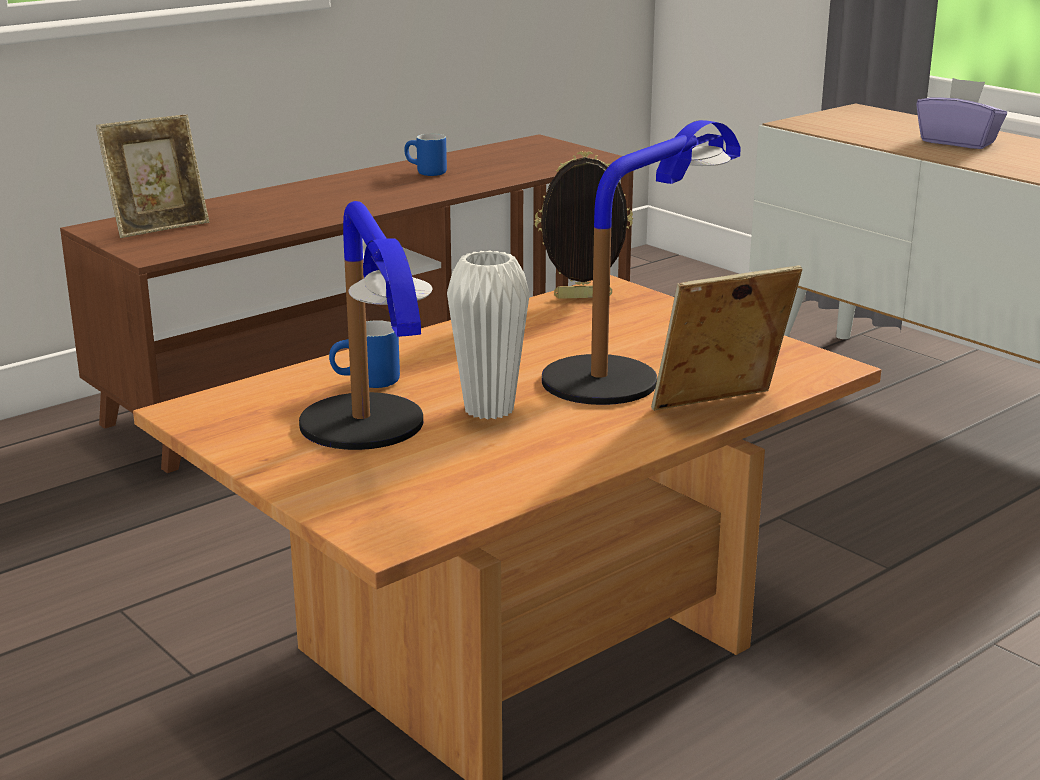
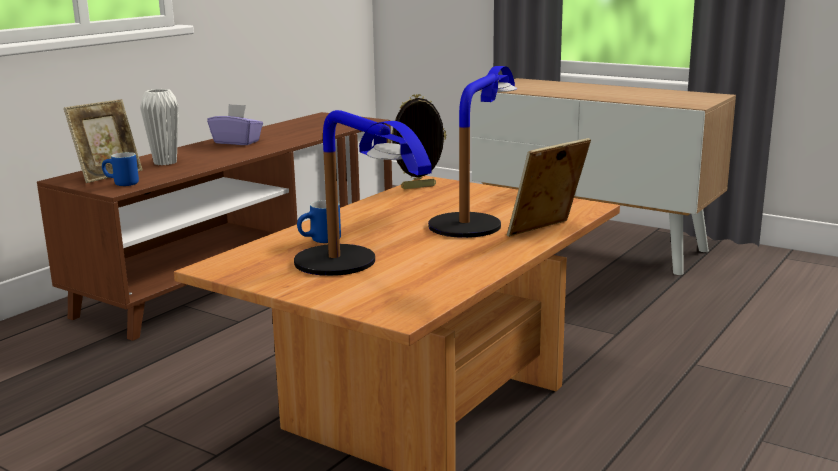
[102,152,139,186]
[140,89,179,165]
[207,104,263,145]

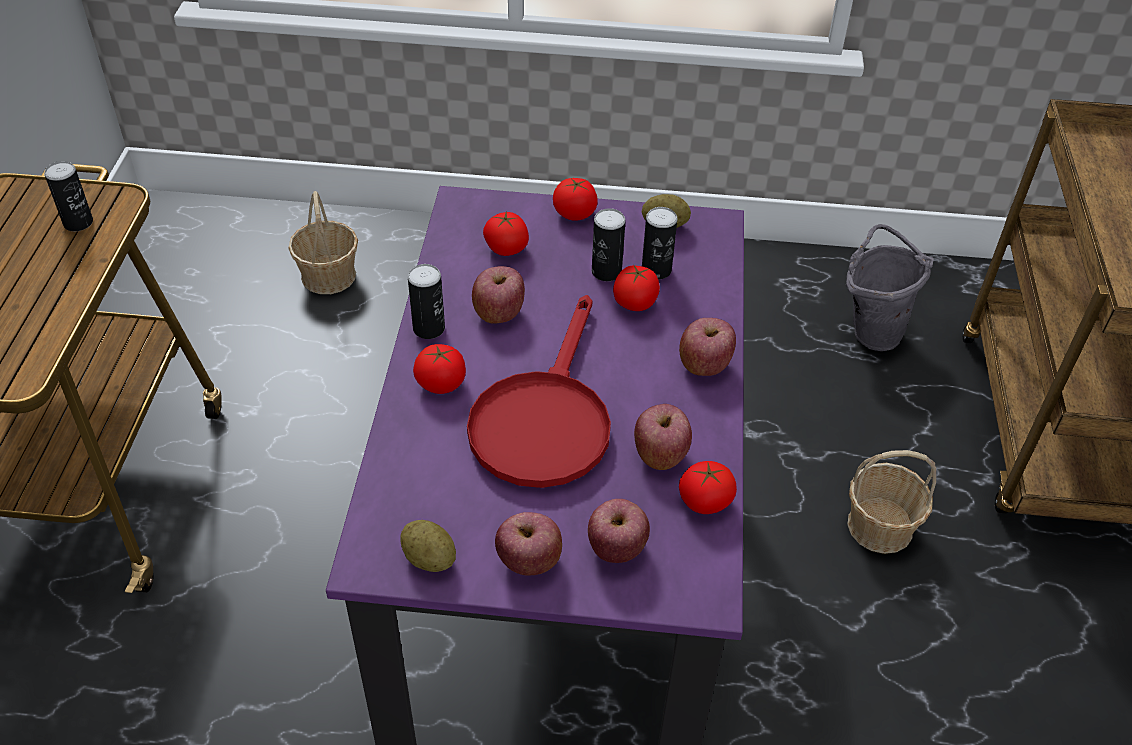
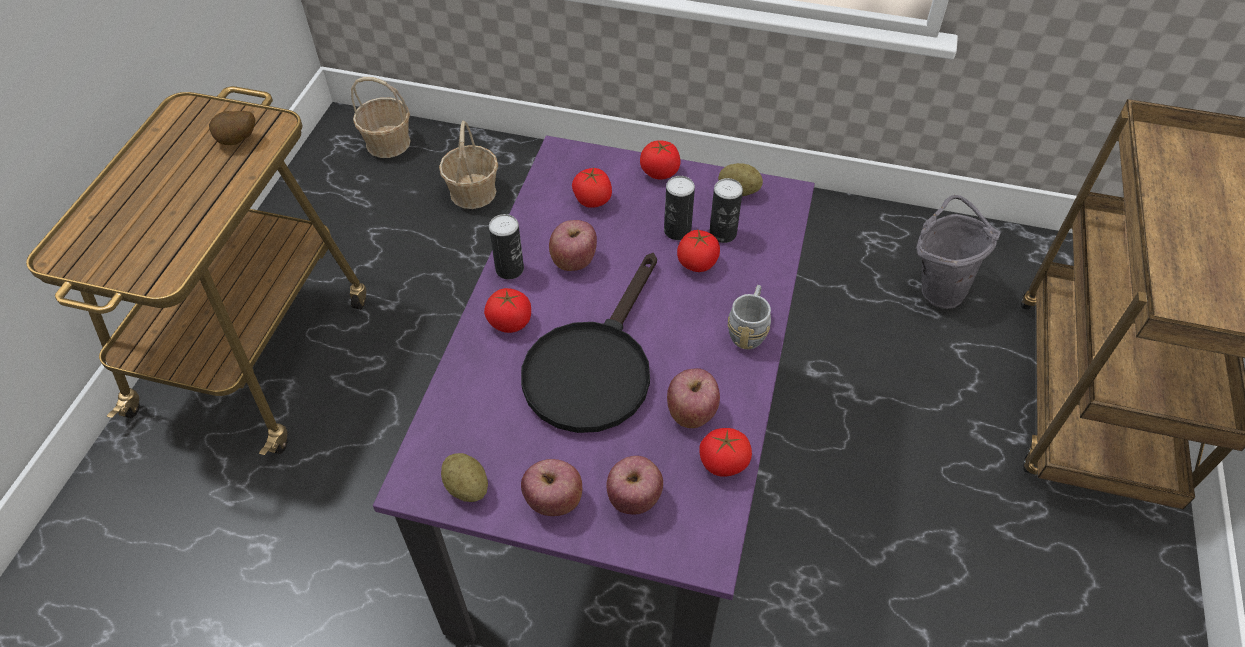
[209,111,255,145]
[521,253,657,433]
[728,285,771,349]
[351,77,411,158]

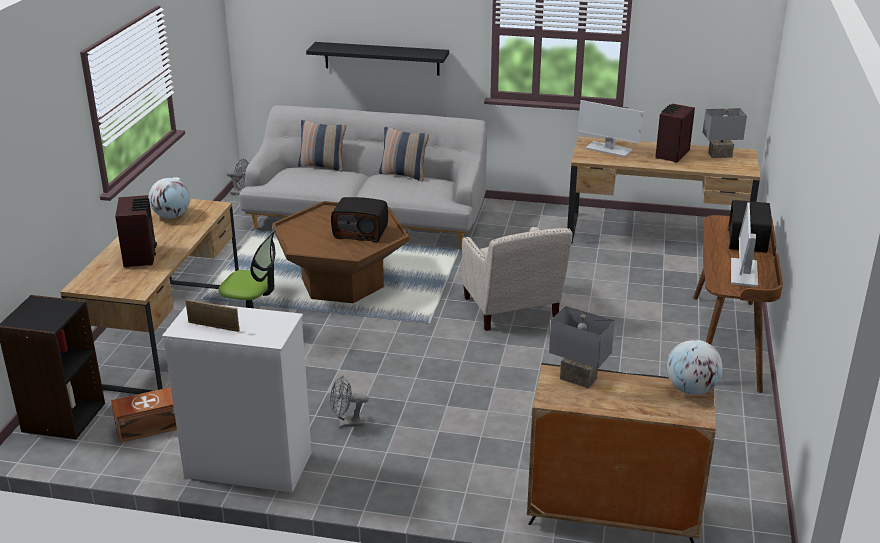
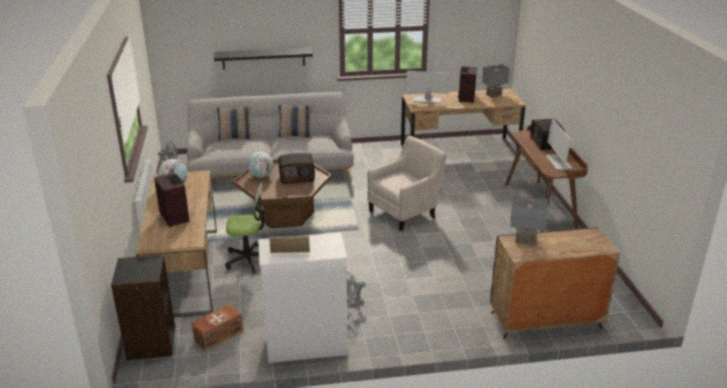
[367,136,446,231]
[247,151,274,178]

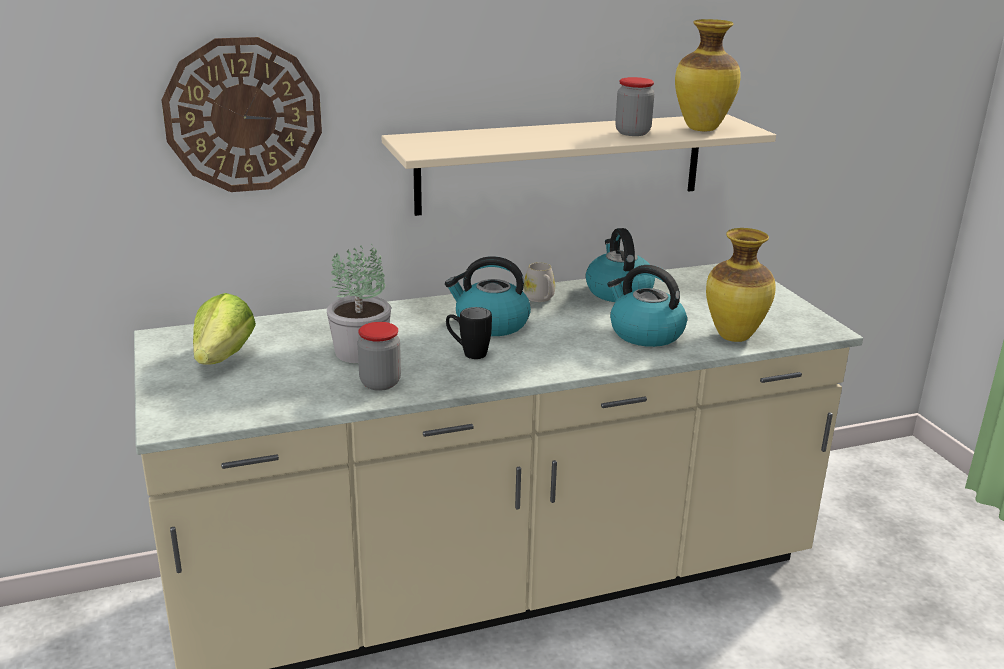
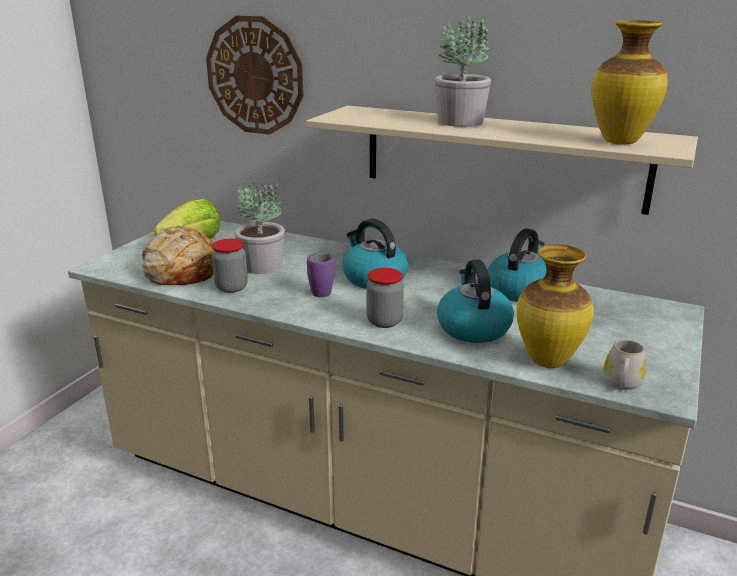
[307,253,335,297]
[603,340,646,390]
[366,268,404,328]
[142,226,214,285]
[435,17,491,127]

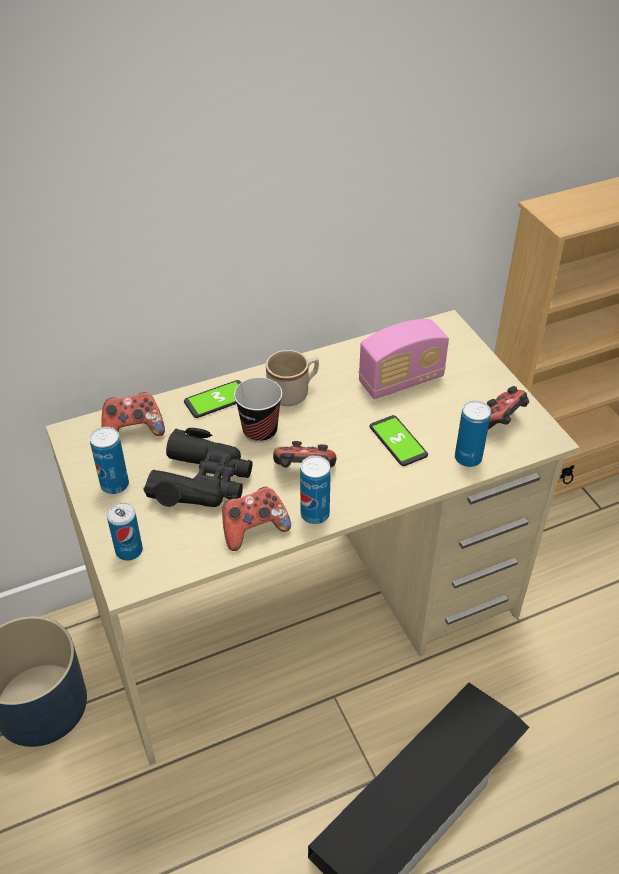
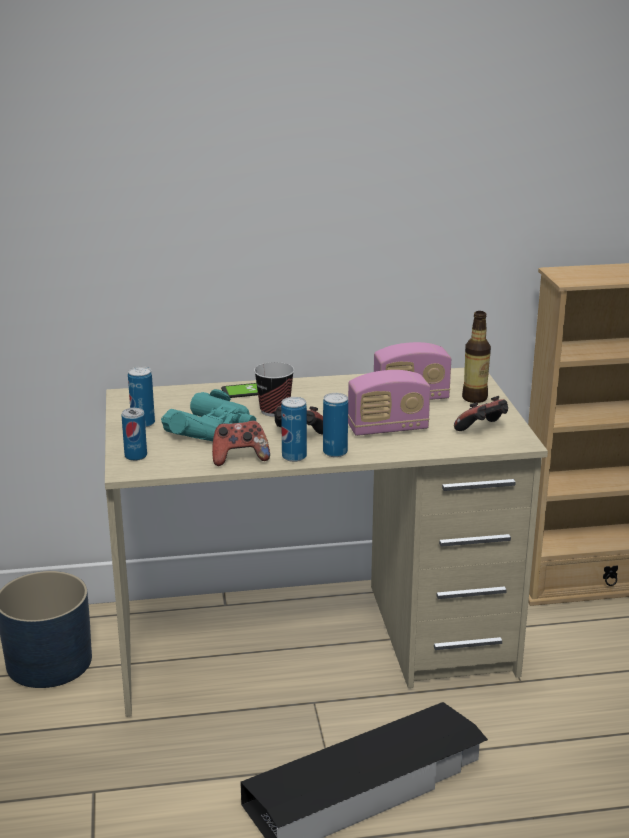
[101,392,165,436] (first image)
[161,389,256,441]
[266,350,319,406] (first image)
[348,370,430,436]
[323,393,348,457]
[462,311,491,403]

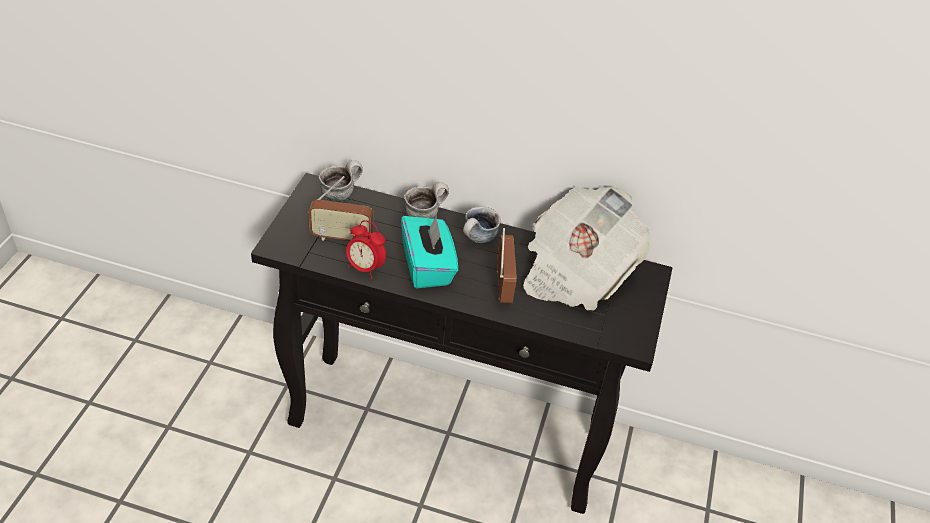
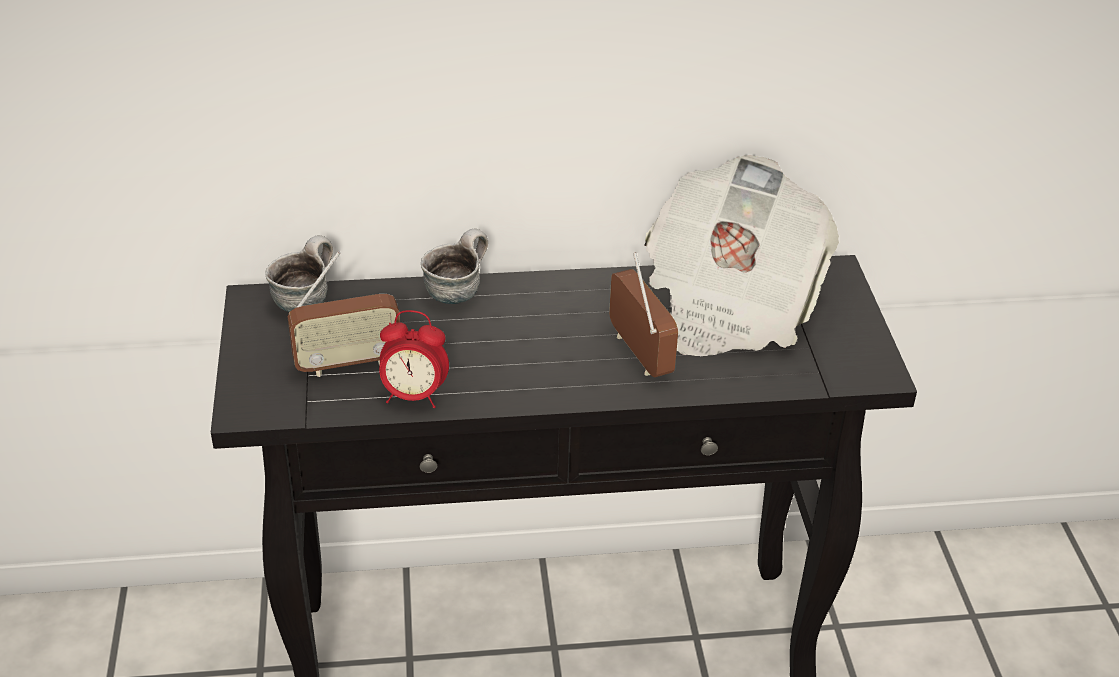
[401,214,458,289] (first image)
[463,207,501,243] (first image)

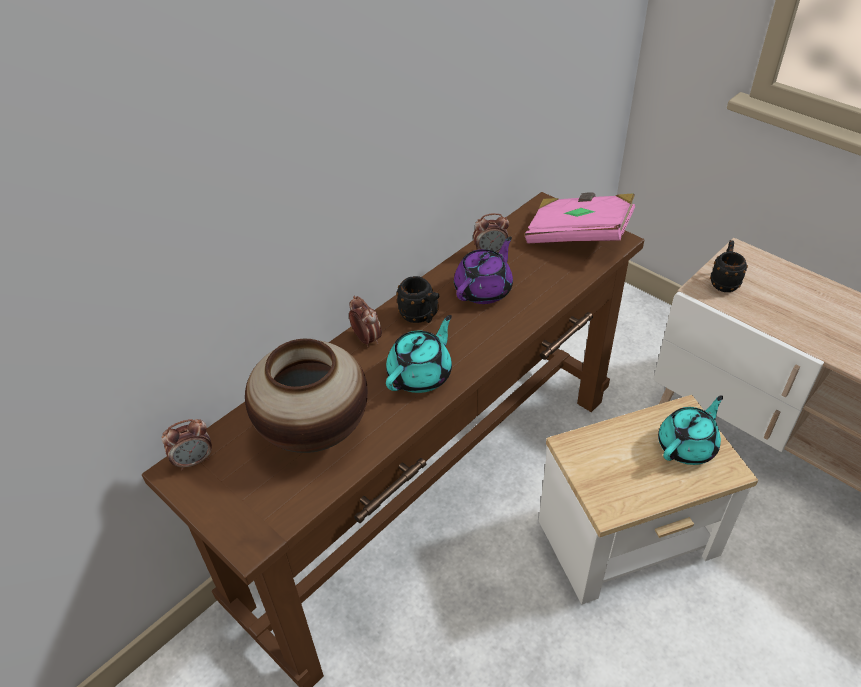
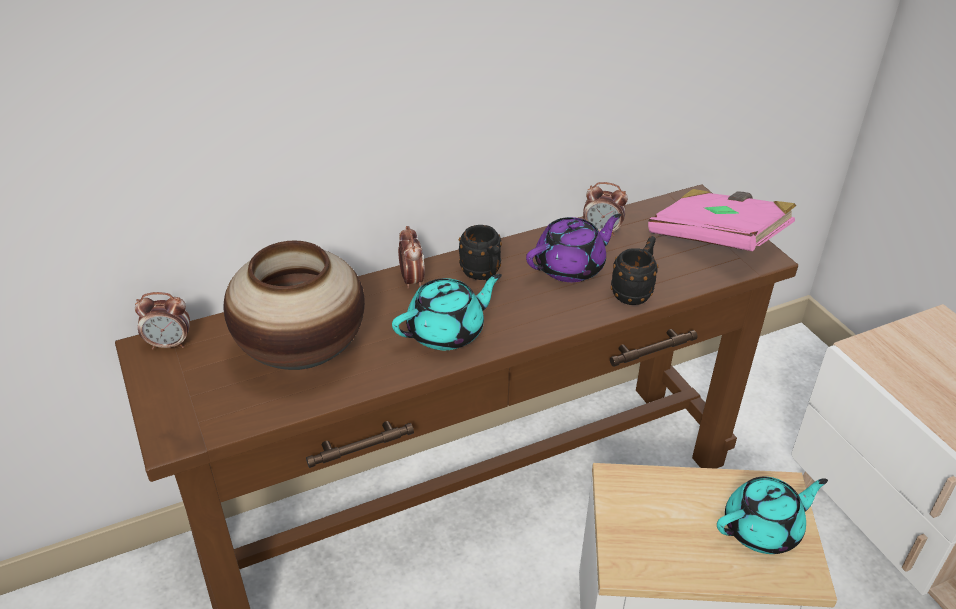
[611,236,658,305]

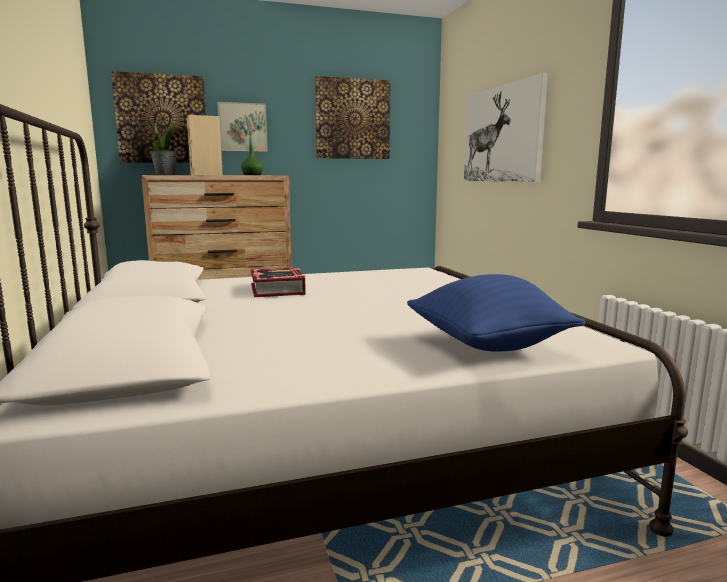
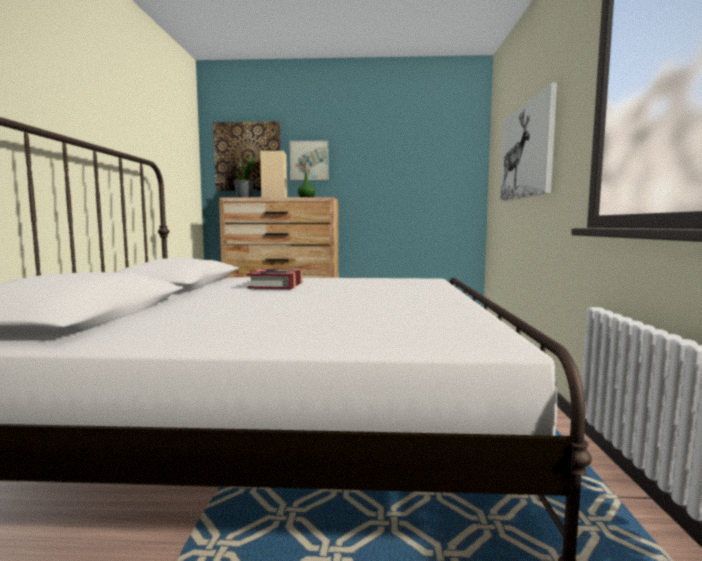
[315,76,390,159] (first image)
[407,274,586,352] (first image)

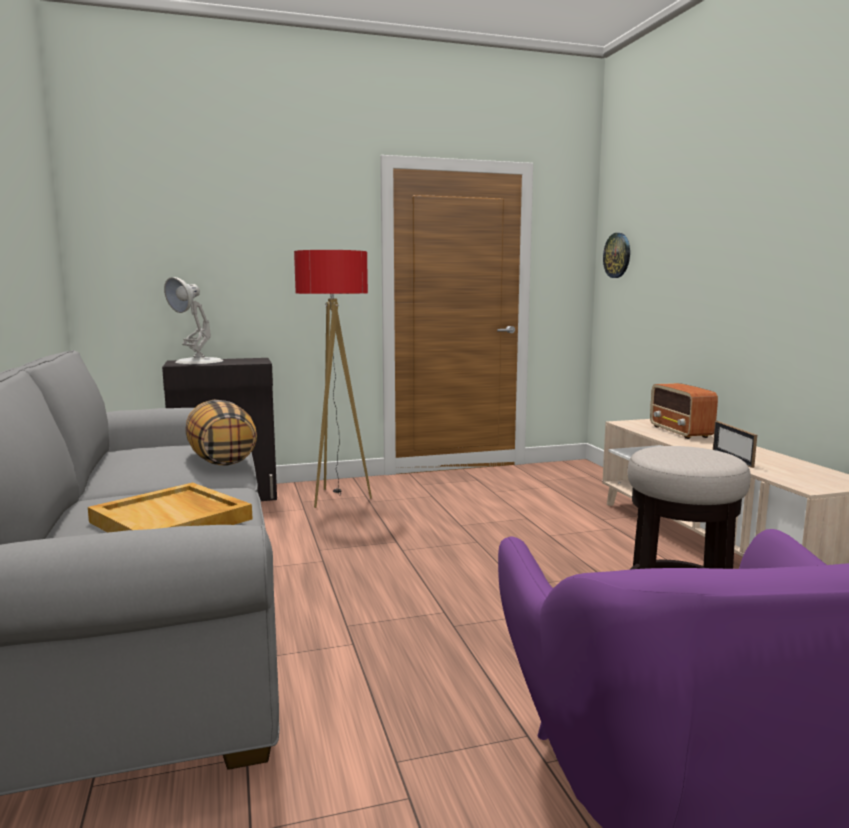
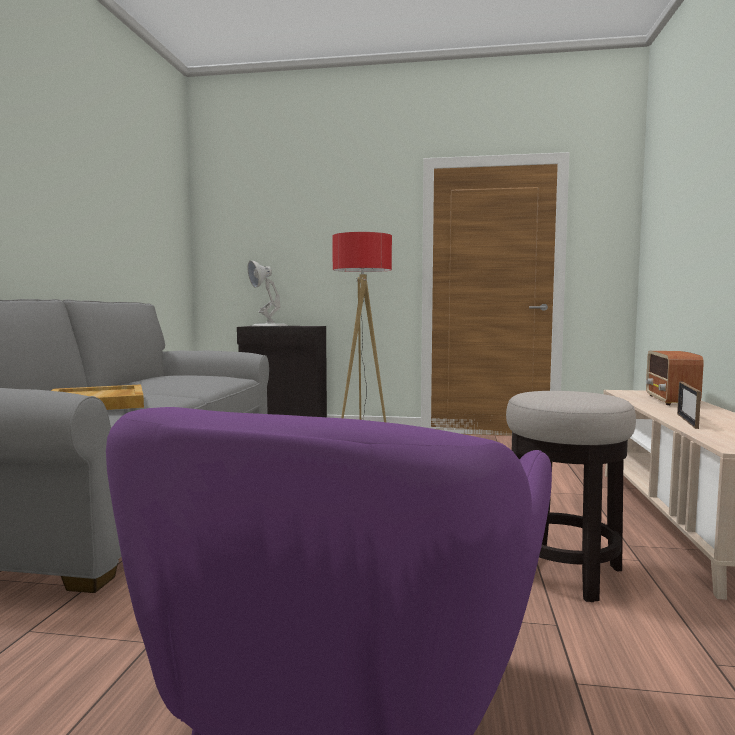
[185,400,257,466] (first image)
[603,233,630,278] (first image)

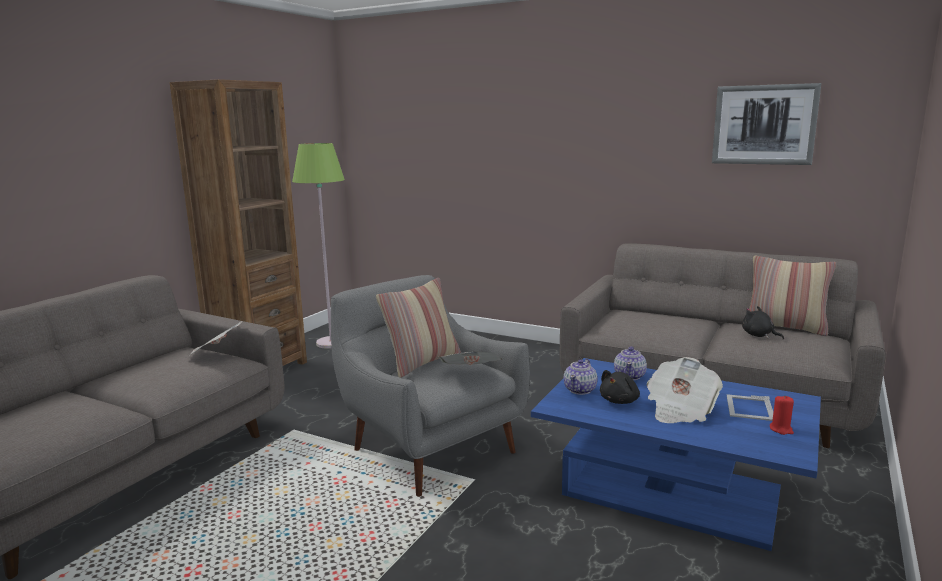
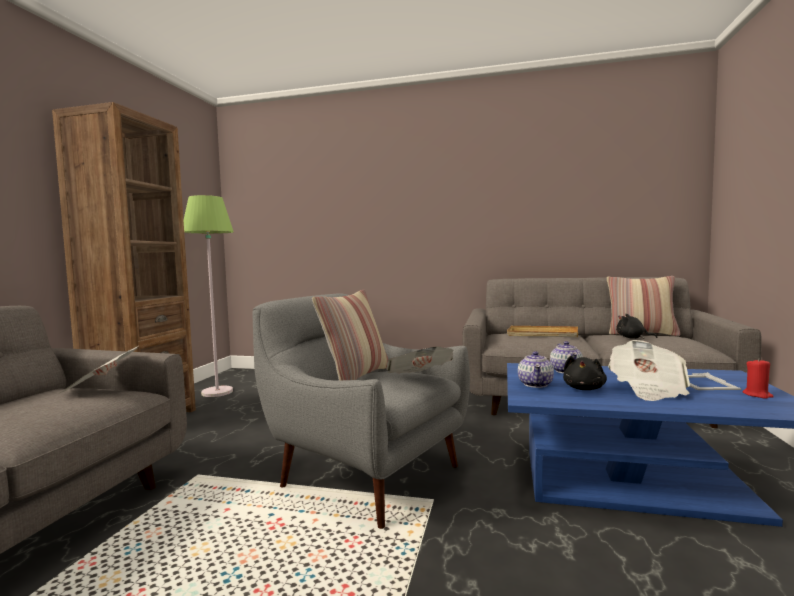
[712,83,821,165] (first image)
[507,326,578,337]

